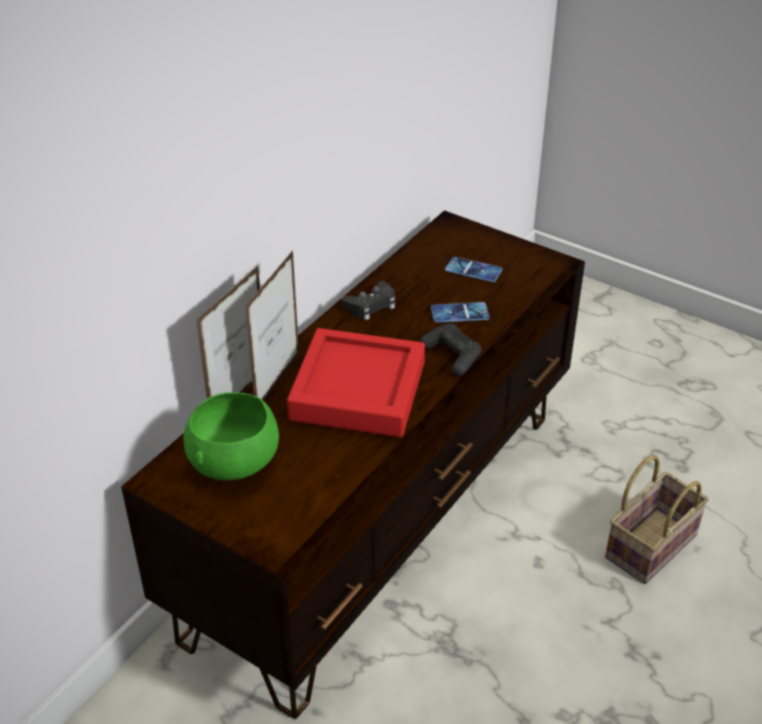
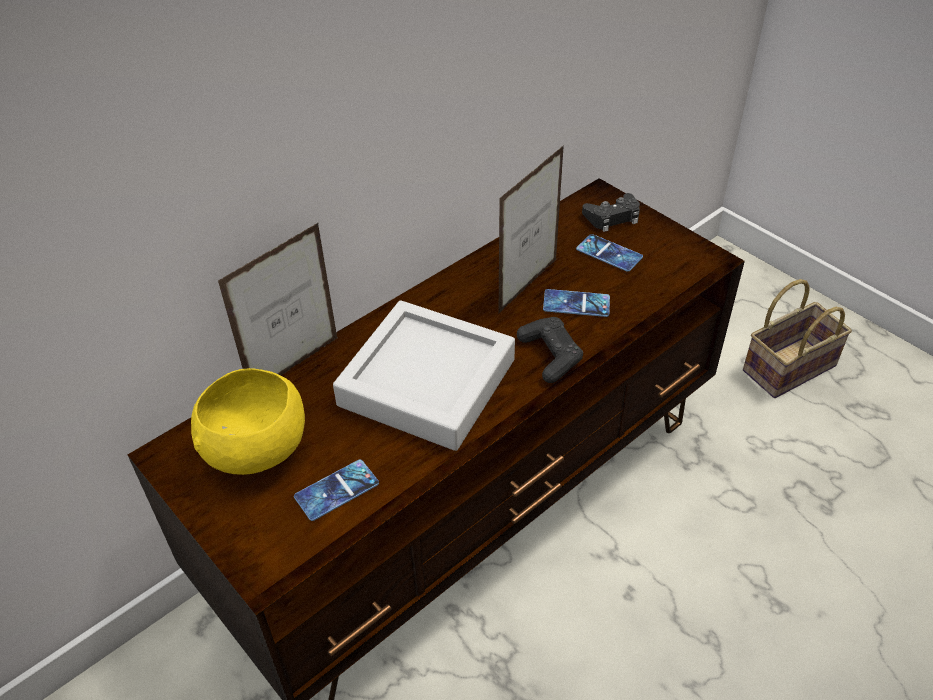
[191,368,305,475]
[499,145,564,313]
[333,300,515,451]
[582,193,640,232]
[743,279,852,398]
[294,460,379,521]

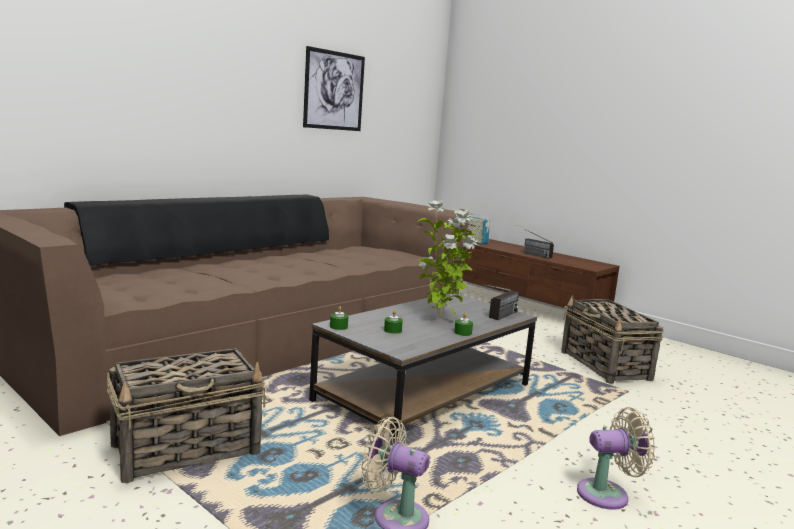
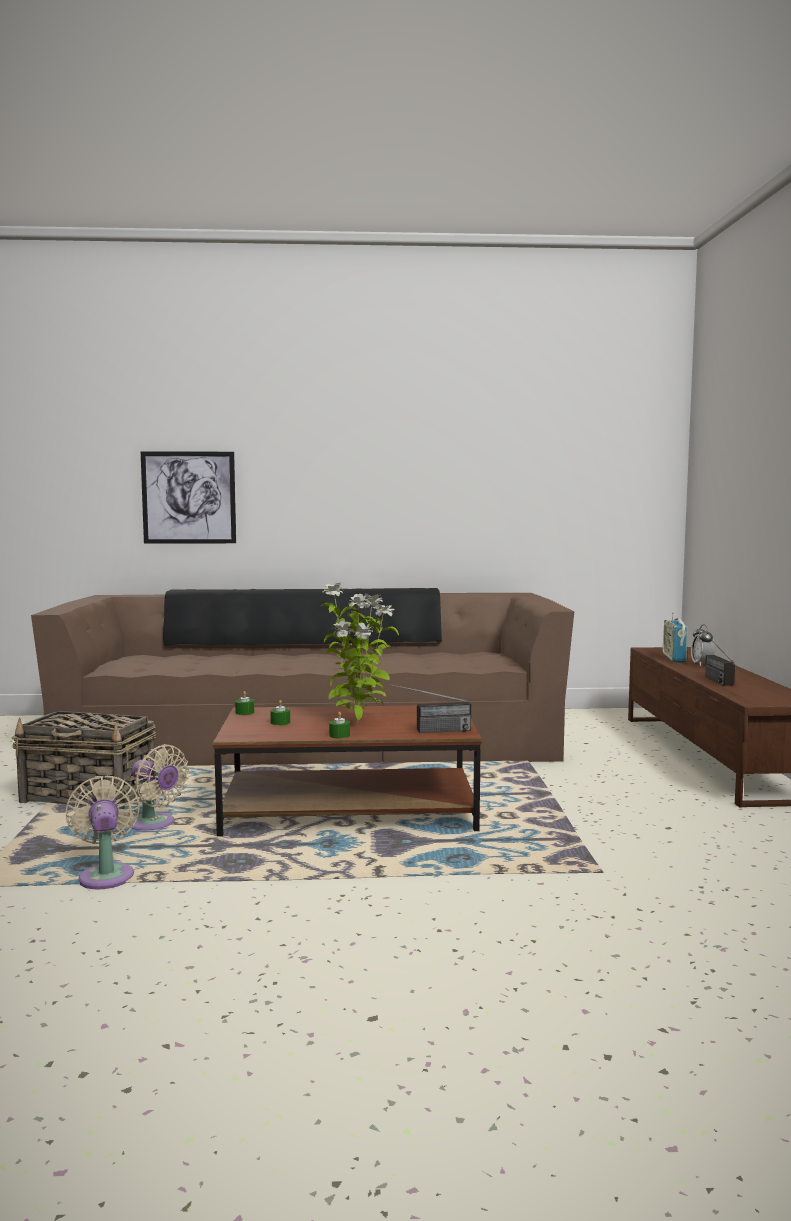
[141,451,236,544]
[213,705,482,836]
[561,294,664,384] (first image)
[129,744,189,831]
[691,625,715,666]

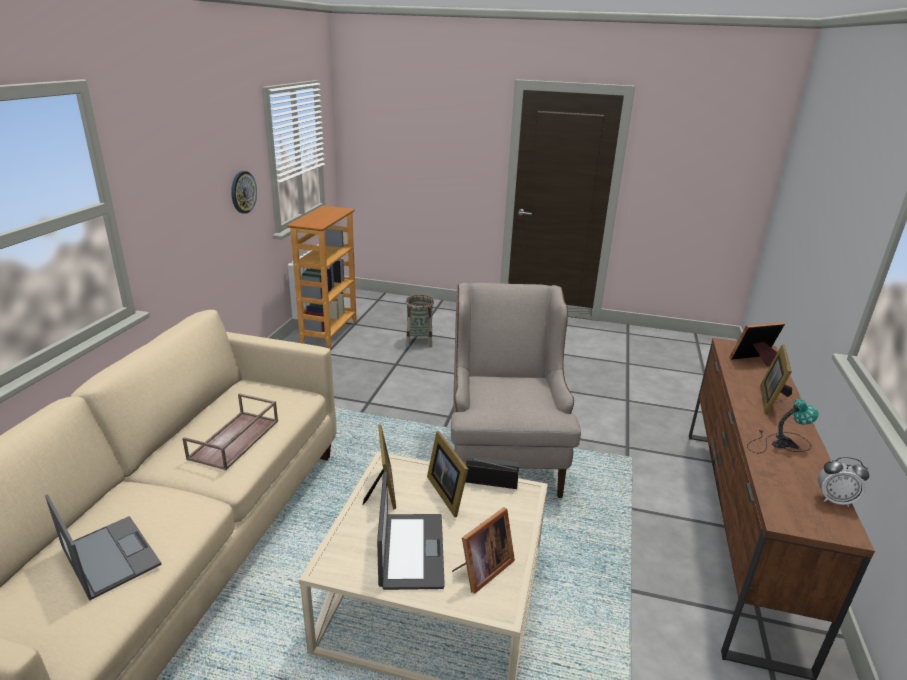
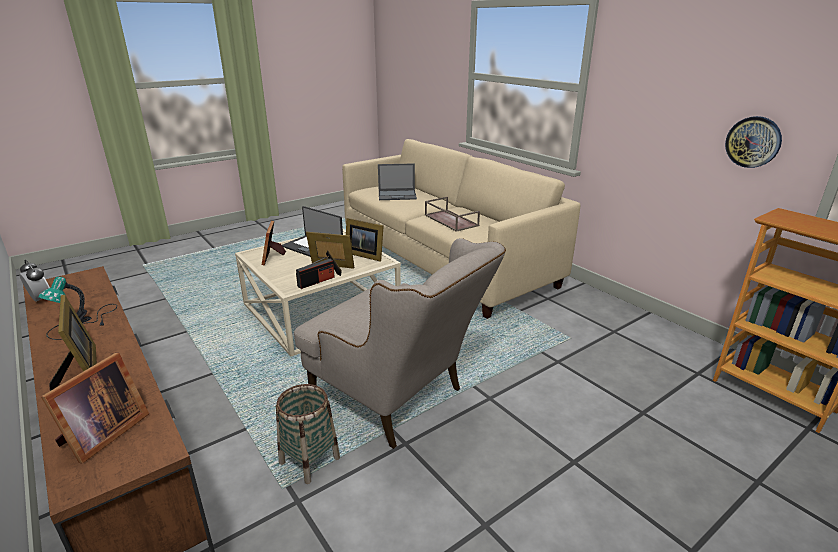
[276,384,340,484]
[19,260,50,302]

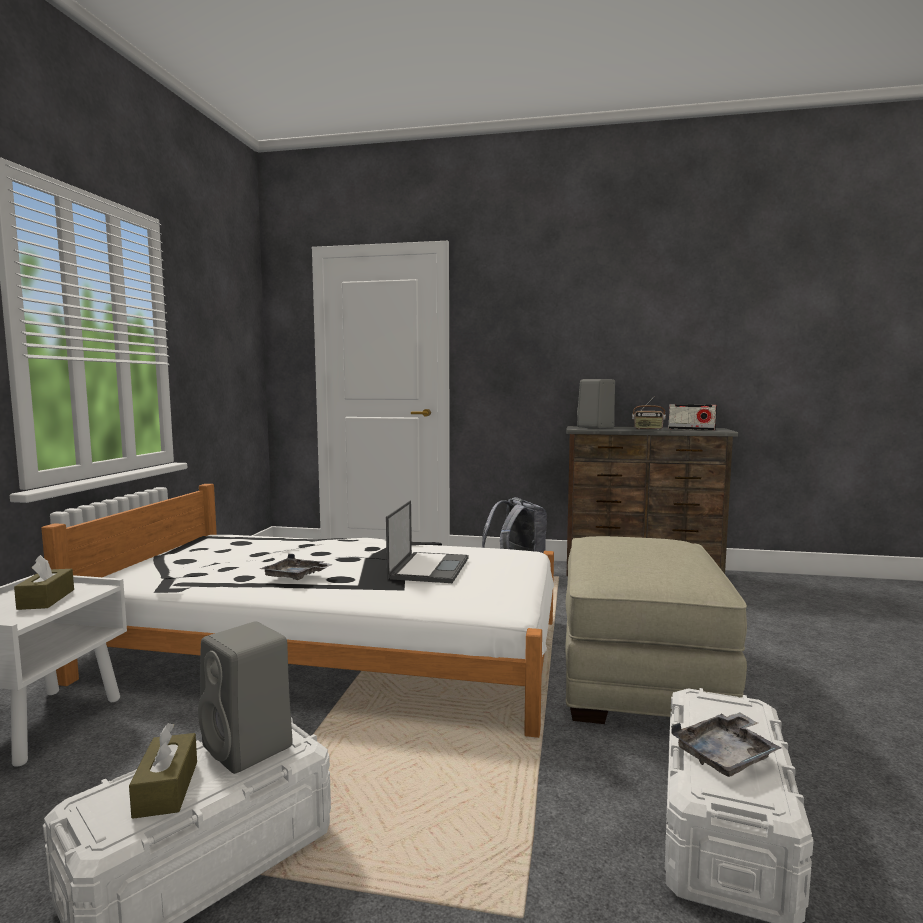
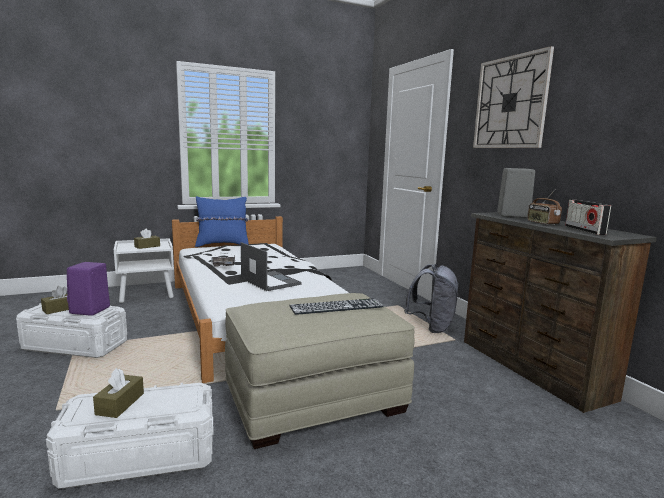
[67,262,110,316]
[241,242,302,291]
[93,368,144,418]
[195,196,249,247]
[289,298,384,315]
[473,46,554,148]

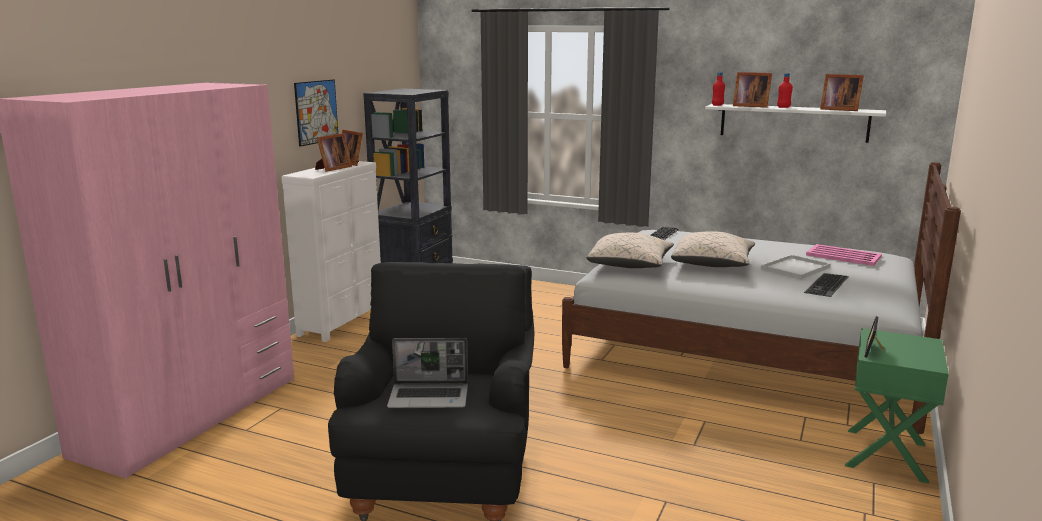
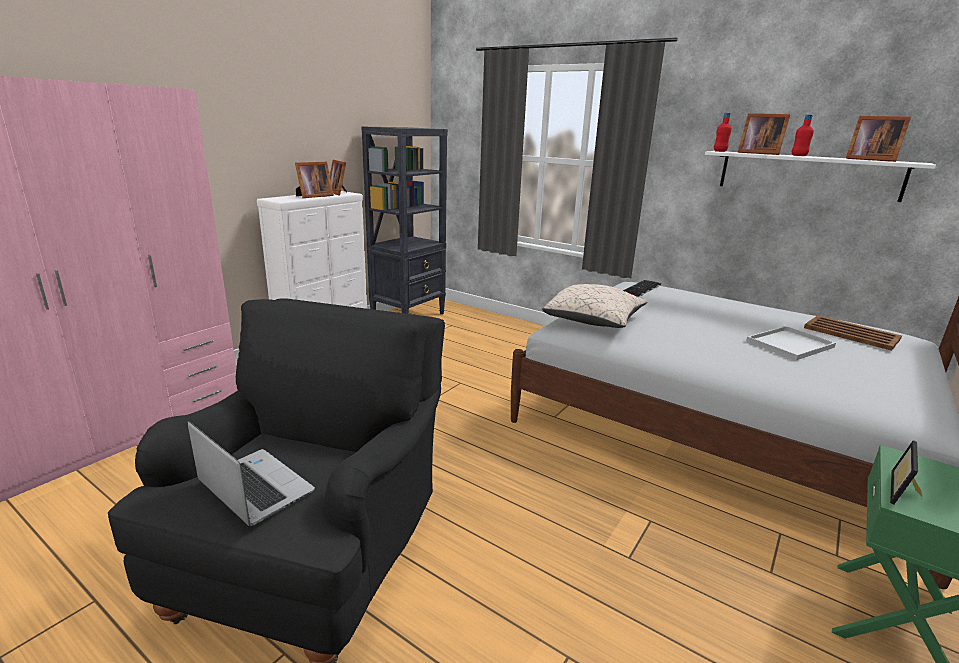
[294,79,338,147] (first image)
[188,421,315,526]
[671,231,755,267] (first image)
[804,273,849,297] (first image)
[804,315,902,351]

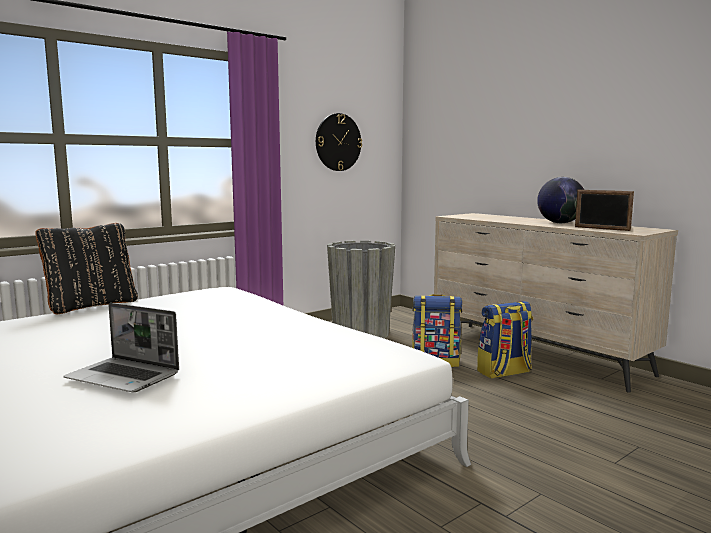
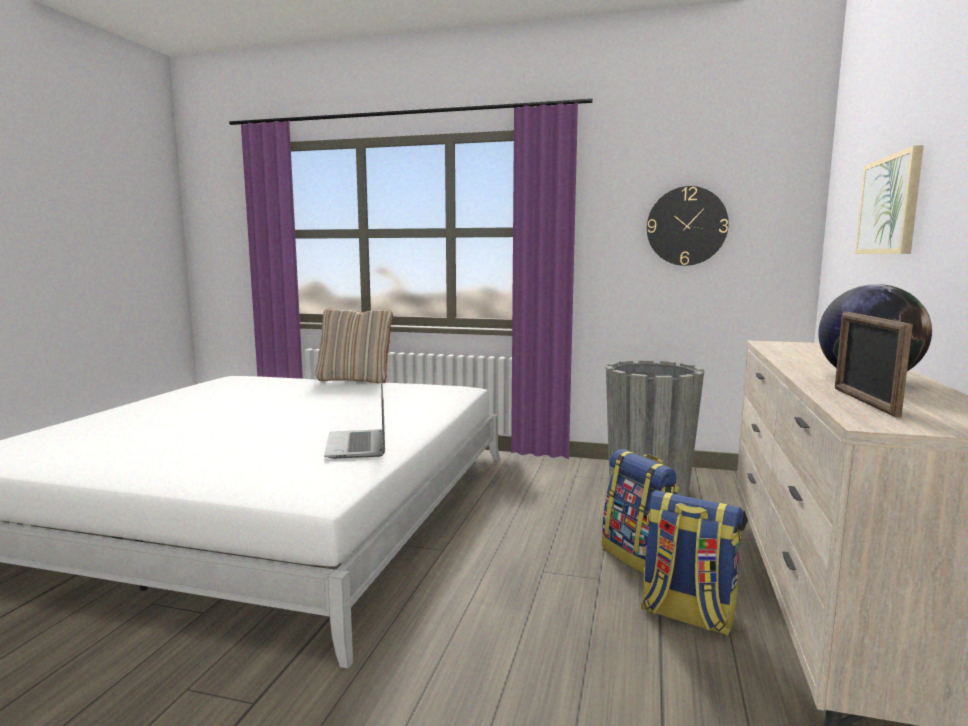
[316,309,393,383]
[324,381,385,459]
[855,145,924,254]

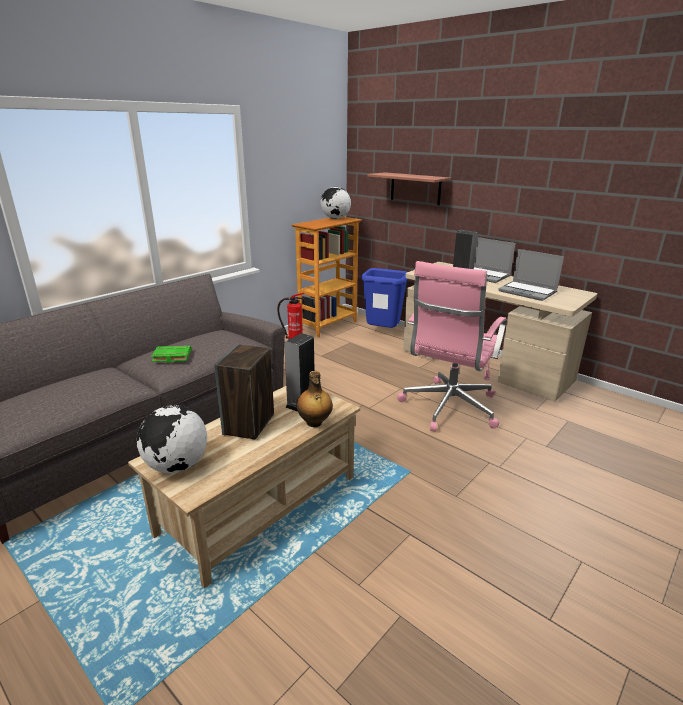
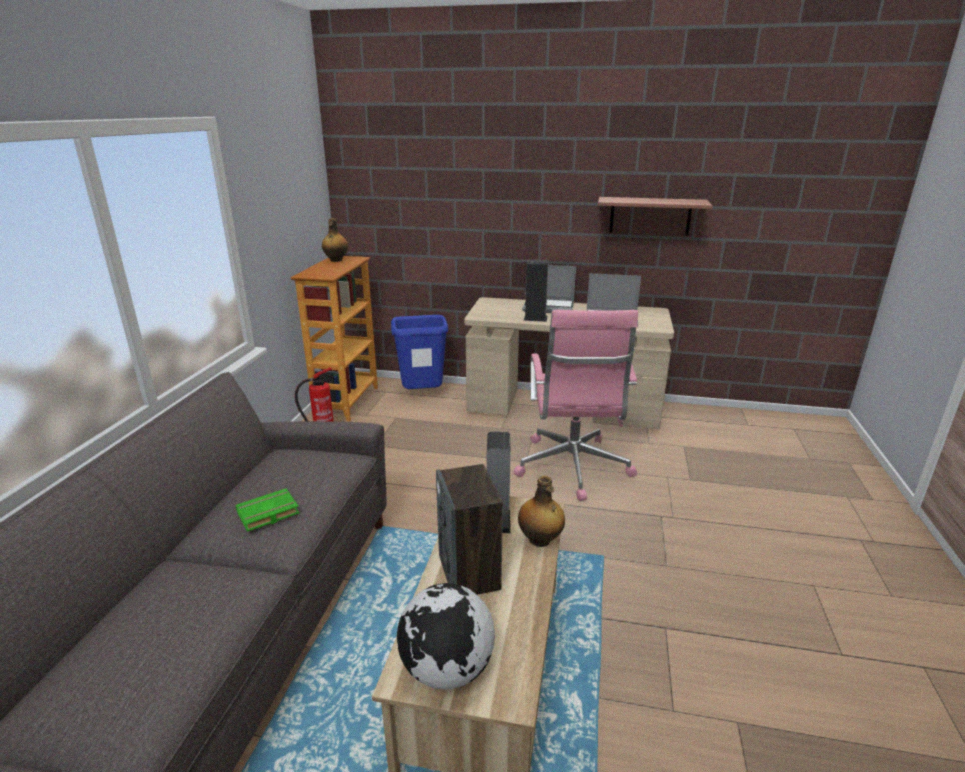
[322,218,348,262]
[598,197,713,236]

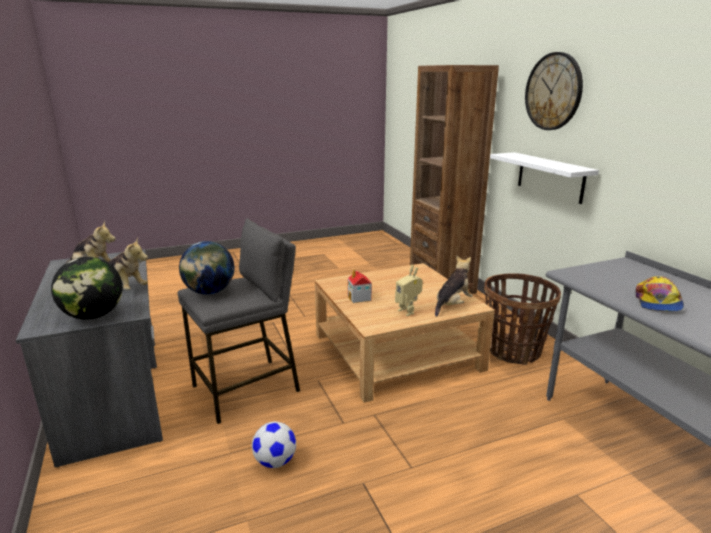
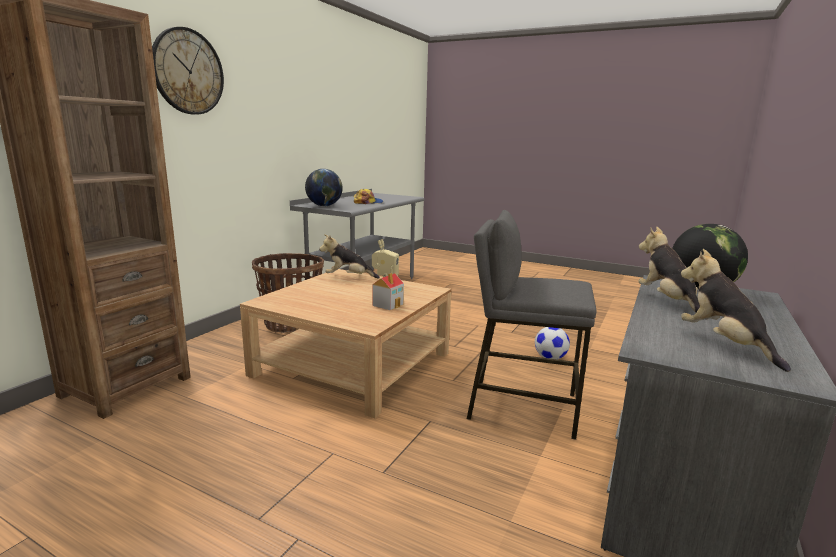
[305,169,343,206]
[490,152,599,204] (first image)

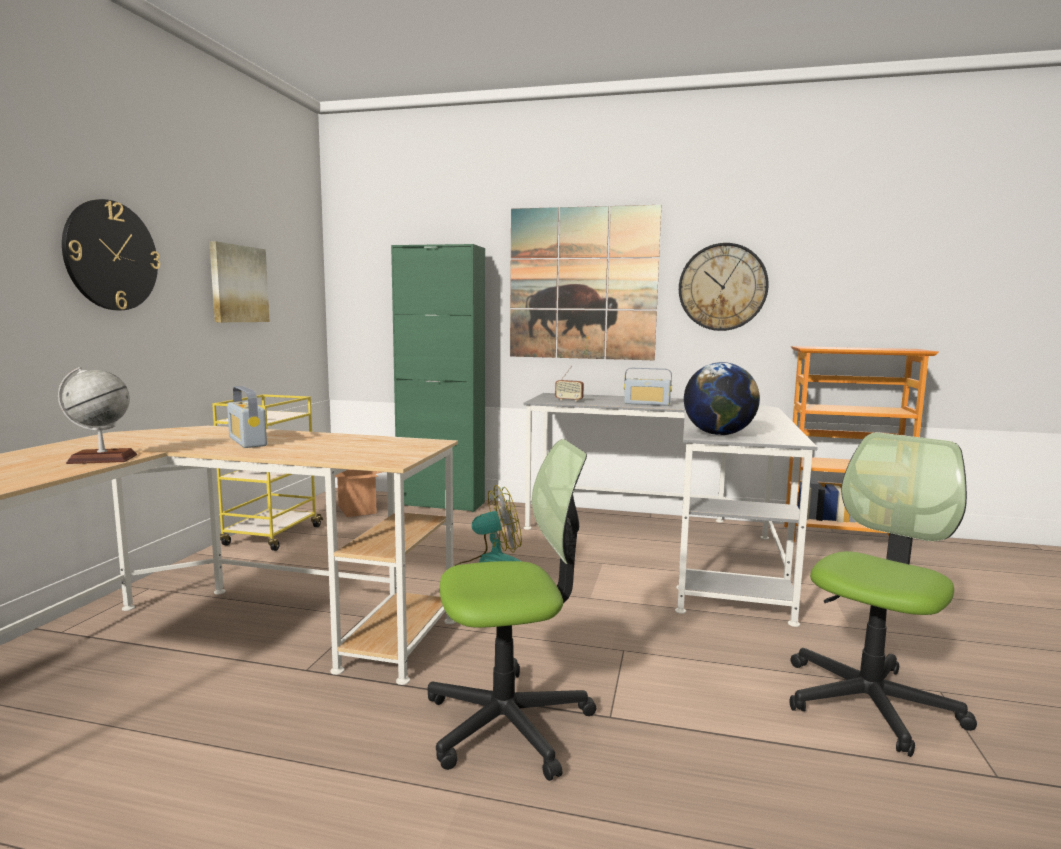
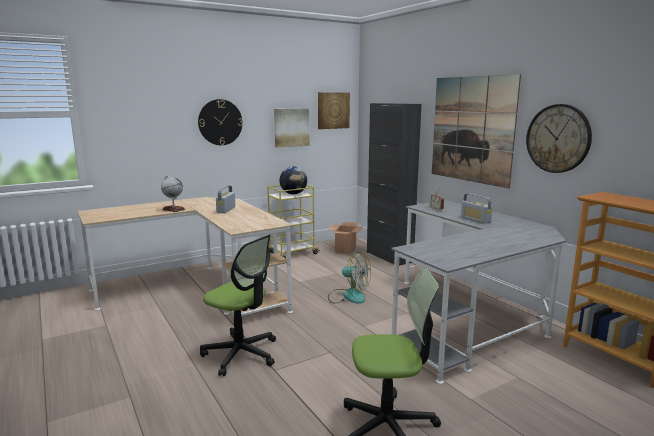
[367,103,421,266]
[279,167,307,194]
[318,92,350,129]

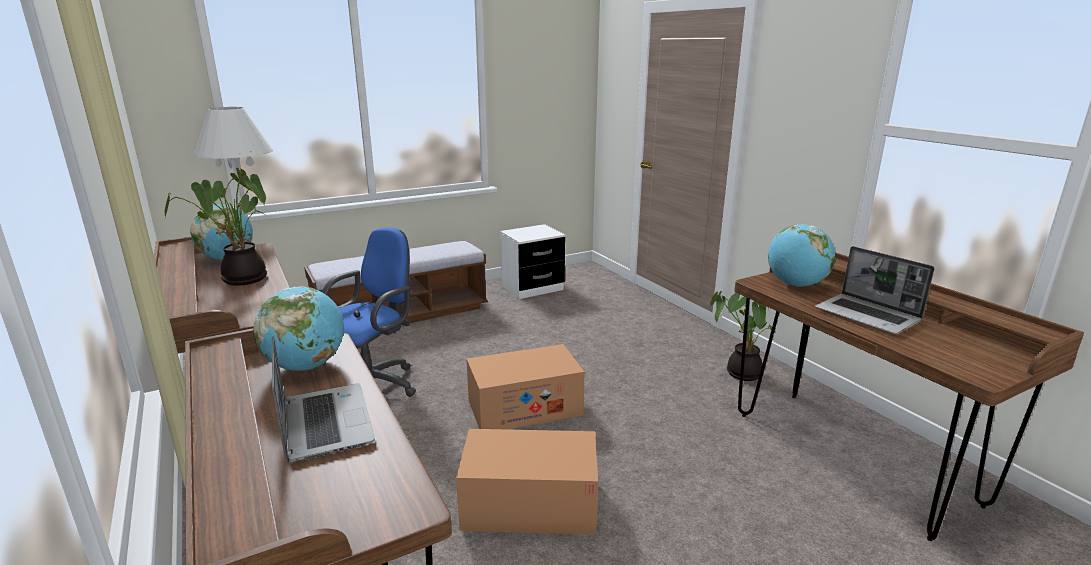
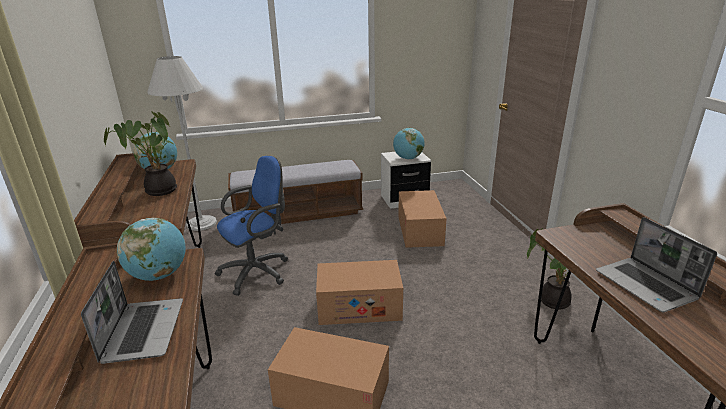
[393,128,424,159]
[398,190,447,248]

